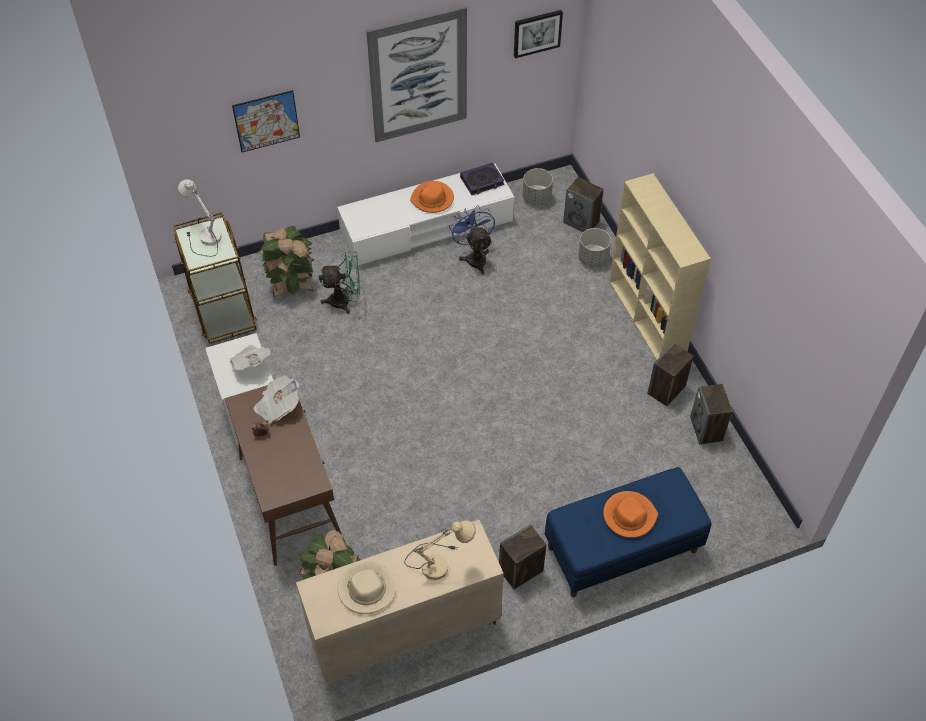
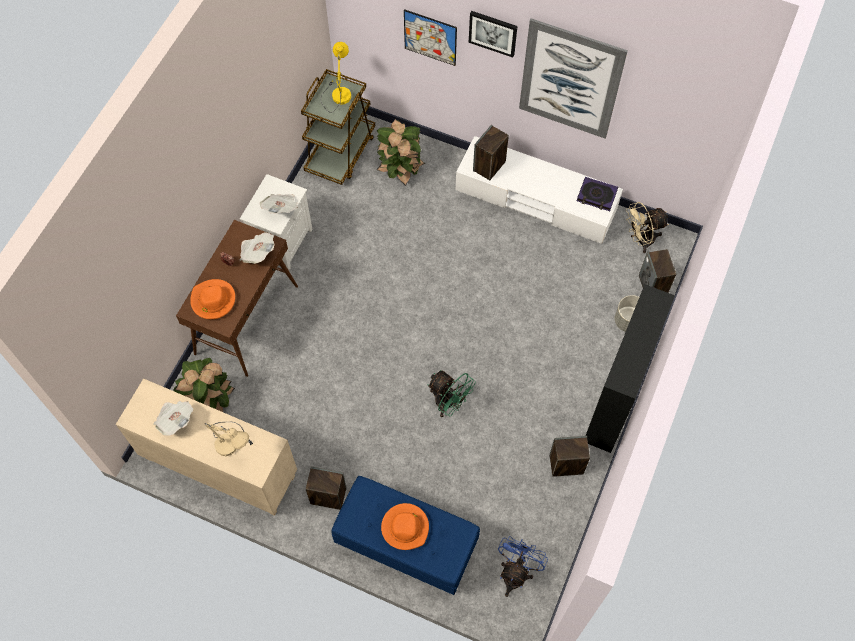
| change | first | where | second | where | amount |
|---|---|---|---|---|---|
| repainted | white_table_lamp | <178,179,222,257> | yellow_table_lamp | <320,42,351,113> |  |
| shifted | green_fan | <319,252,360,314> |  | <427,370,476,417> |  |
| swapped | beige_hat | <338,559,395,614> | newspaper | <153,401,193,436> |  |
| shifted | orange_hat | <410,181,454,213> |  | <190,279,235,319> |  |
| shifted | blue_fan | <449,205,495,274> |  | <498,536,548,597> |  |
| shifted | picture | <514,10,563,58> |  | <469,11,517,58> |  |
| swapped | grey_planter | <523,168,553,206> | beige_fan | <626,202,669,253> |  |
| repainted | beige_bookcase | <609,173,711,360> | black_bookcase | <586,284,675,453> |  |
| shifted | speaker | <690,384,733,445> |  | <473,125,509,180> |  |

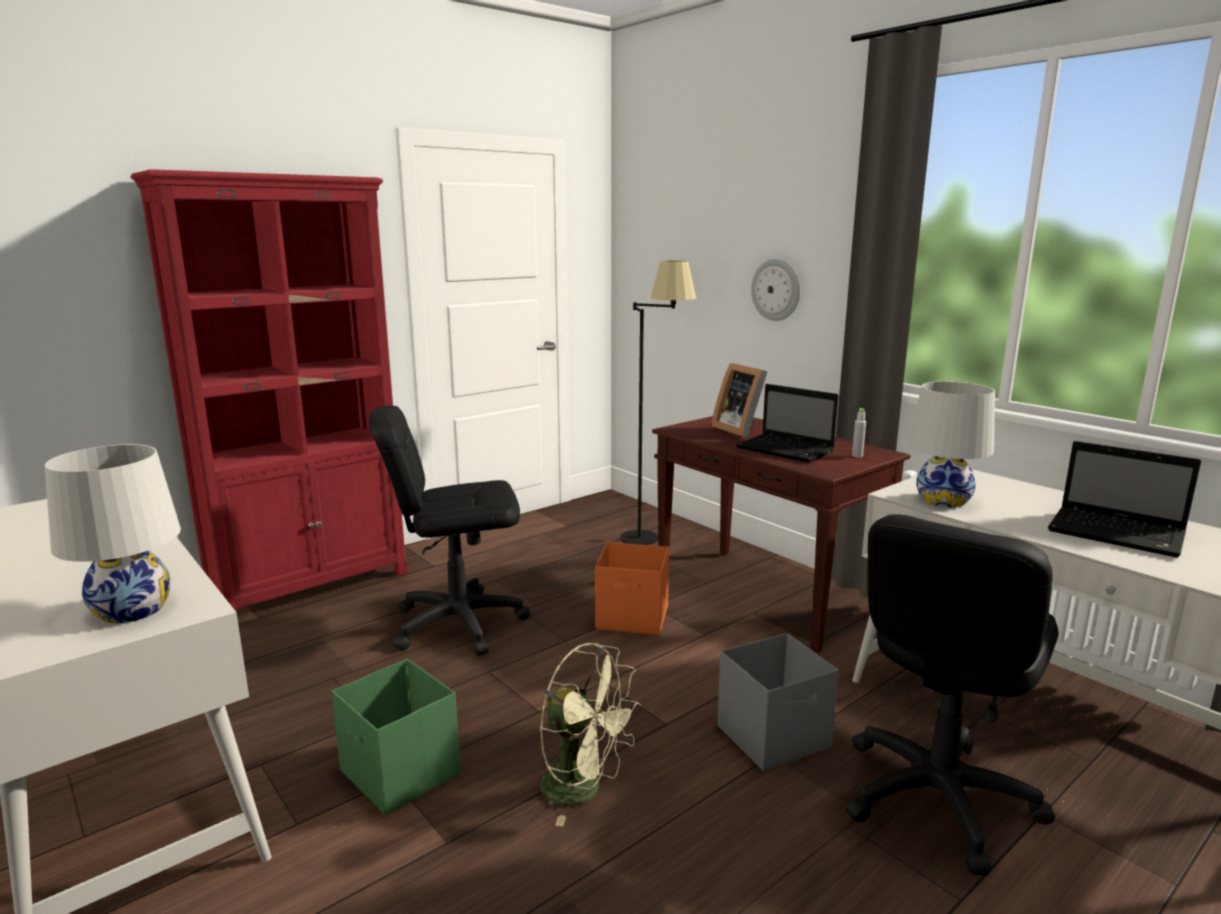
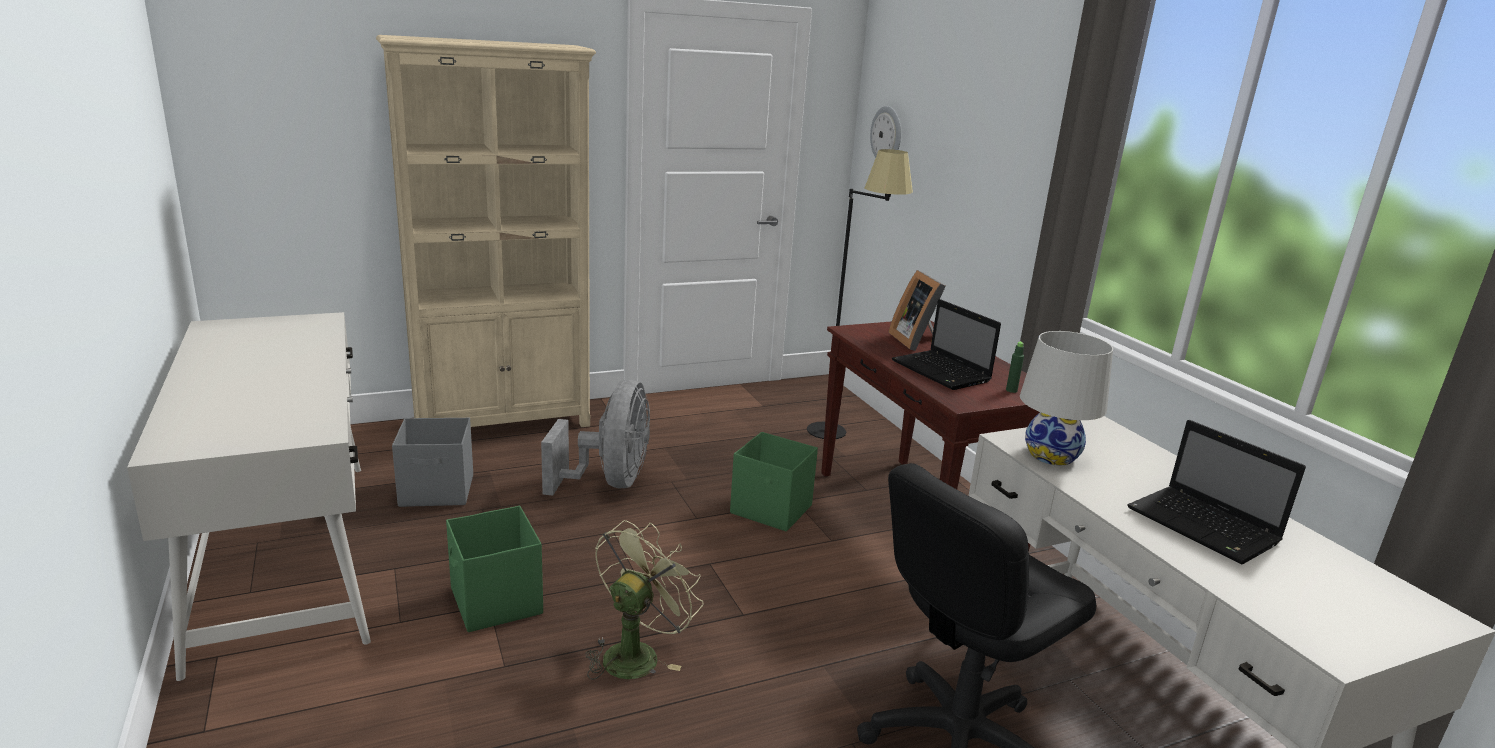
| change | first | where | second | where | amount |
|---|---|---|---|---|---|
| gone | white_table_lamp | <45,444,181,623> |  |  |  |
| repainted | red_bookcase | <131,169,408,611> | beige_bookcase | <376,35,596,427> |  |
| swapped | black_office_chair | <369,405,530,655> | grey_fan | <541,380,650,496> |  |
| rotated | green_fan | <540,643,641,826> |  | <586,520,704,680> | 105 degrees counterclockwise |
| repainted | orange_storage_box | <595,542,669,635> | green_storage_box | <730,432,818,532> |  |
| shifted | grey_storage_box | <717,633,839,771> |  | <392,418,473,507> |  |
| shifted | wall_clock | <751,259,800,321> |  | <870,106,901,158> |  |
| repainted | grey_bottle | <852,408,866,457> | green_bottle | <1006,341,1024,393> |  |

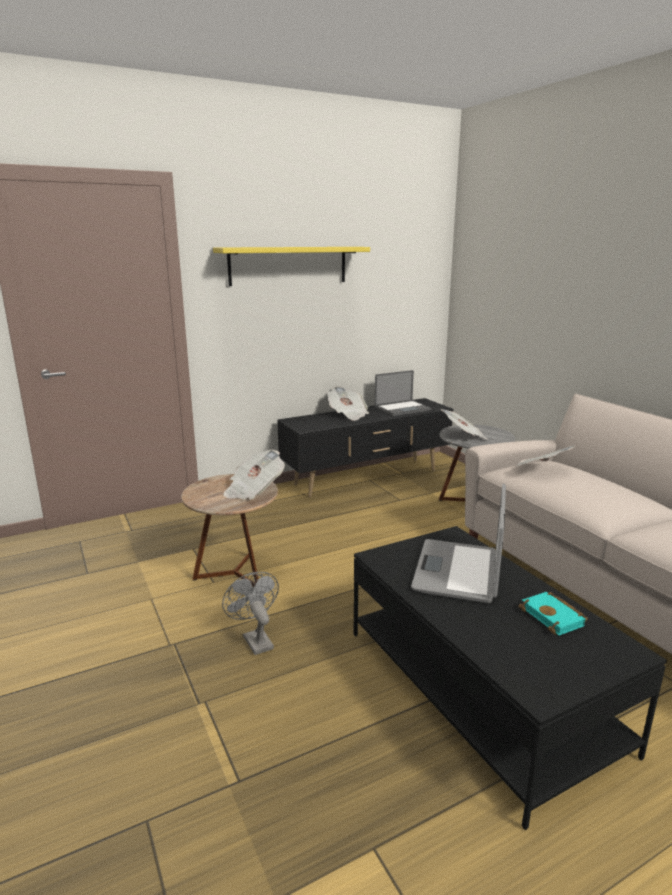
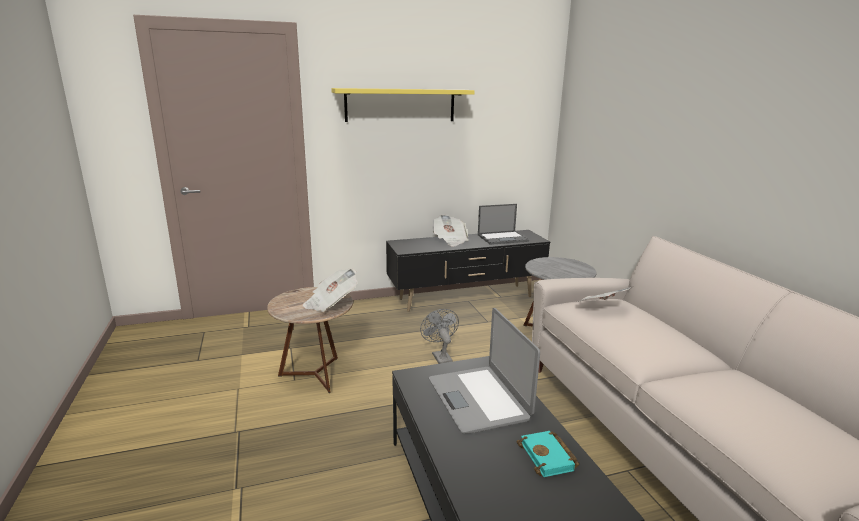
| change | first | where | second | where | amount |
|---|---|---|---|---|---|
| shifted | grey_fan | <222,572,279,655> |  | <420,309,459,364> |  |
| rotated | laptop | <411,483,506,603> |  | <429,308,540,434> | 45 degrees counterclockwise |
| gone | newspaper | <441,409,489,440> |  |  |  |

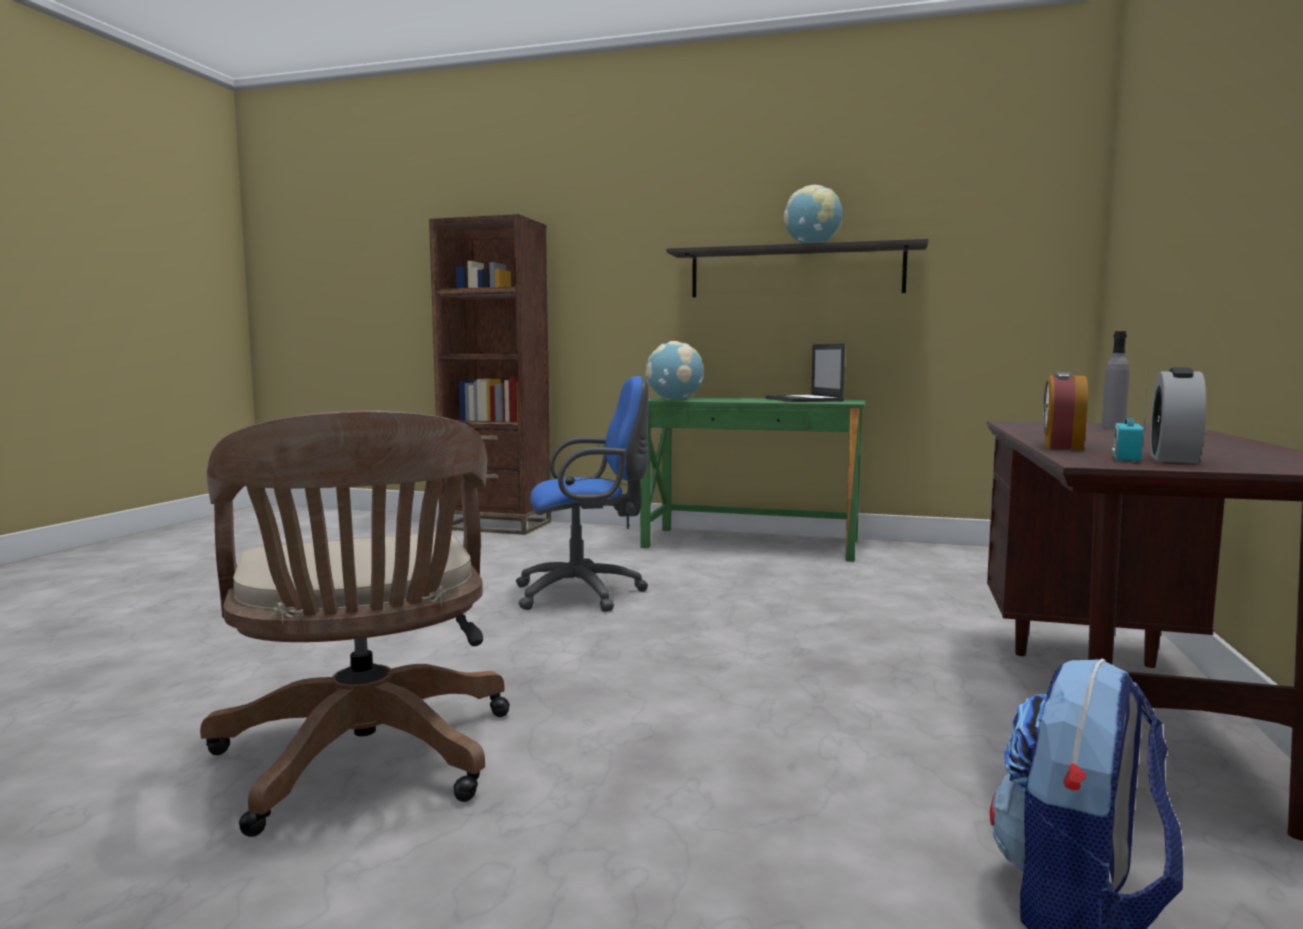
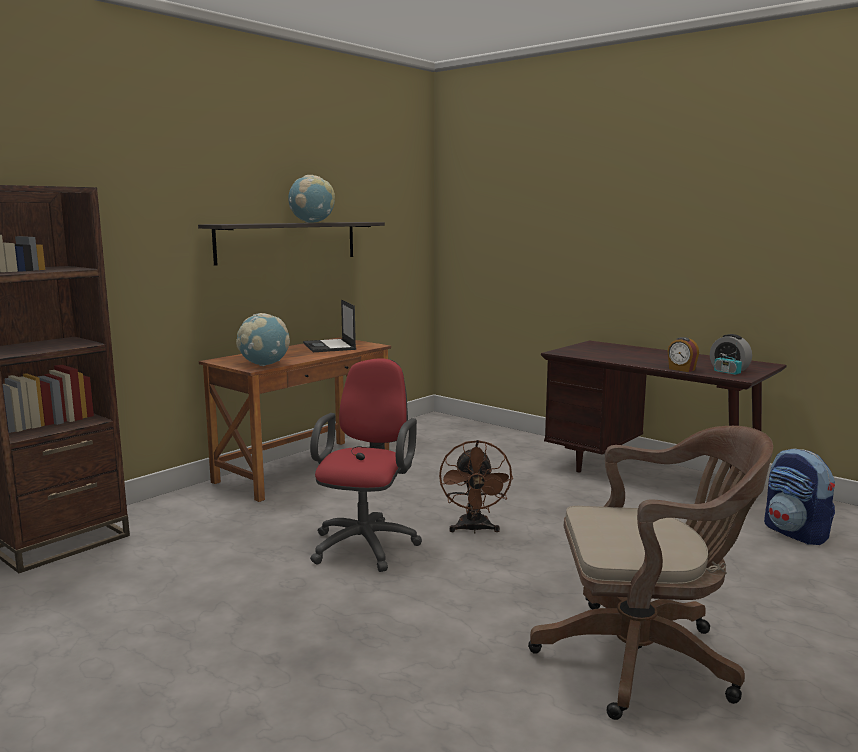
| change | first | where | second | where | amount |
|---|---|---|---|---|---|
| repainted | blue_office_chair | <516,376,649,612> | red_office_chair | <310,358,422,572> |  |
| repainted | green_desk | <640,396,866,562> | brown_desk | <199,337,391,502> |  |
| rotated | laptop | <765,344,845,402> |  | <303,300,356,352> | 60 degrees clockwise |
| gone | grey_bottle | <1101,331,1130,428> |  |  |  |
| new |  |  | brown_fan | <439,440,513,533> |  |

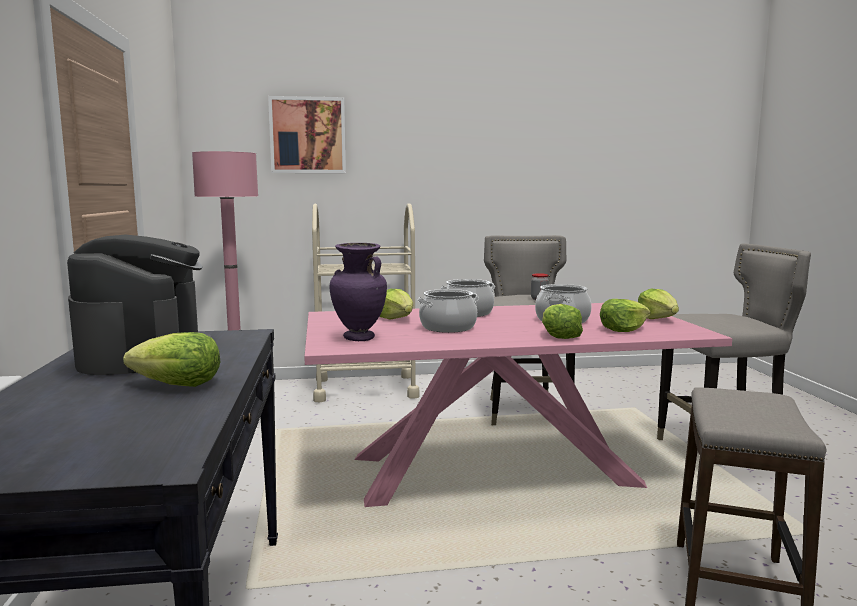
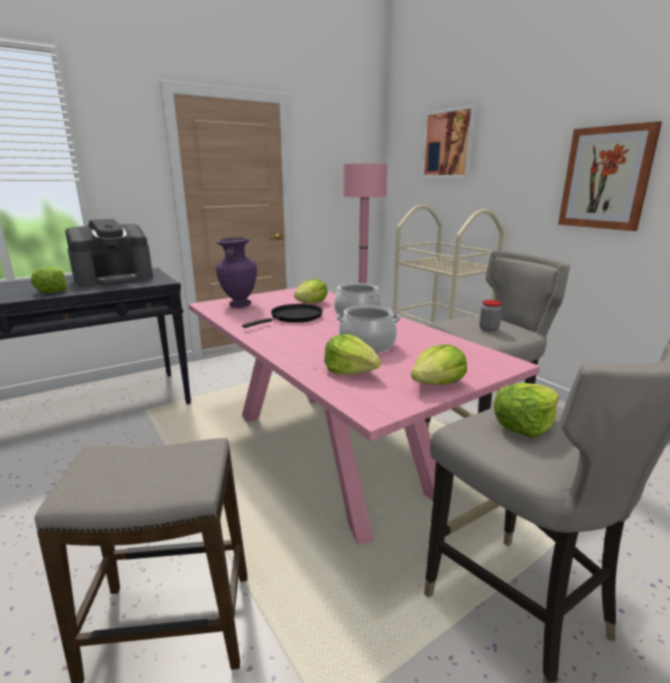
| change | first | where | second | where | amount |
|---|---|---|---|---|---|
| swapped | cooking_pot | <417,289,479,333> | black_frying_pan | <242,304,323,328> |  |
| shifted | lettuce | <542,304,583,339> |  | <493,383,559,438> |  |
| new |  |  | picture | <558,121,662,231> |  |

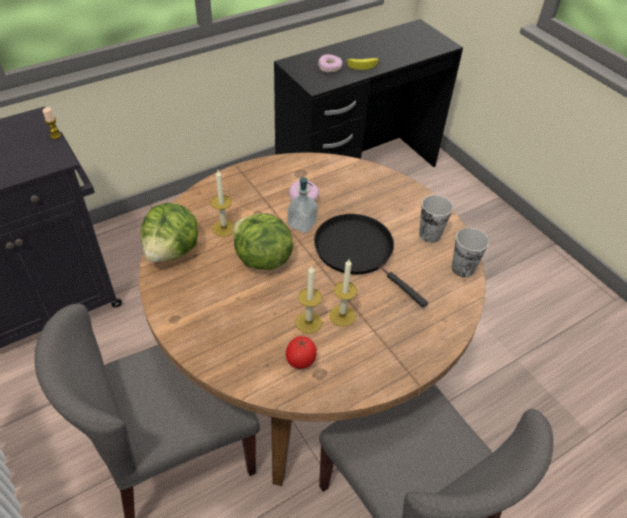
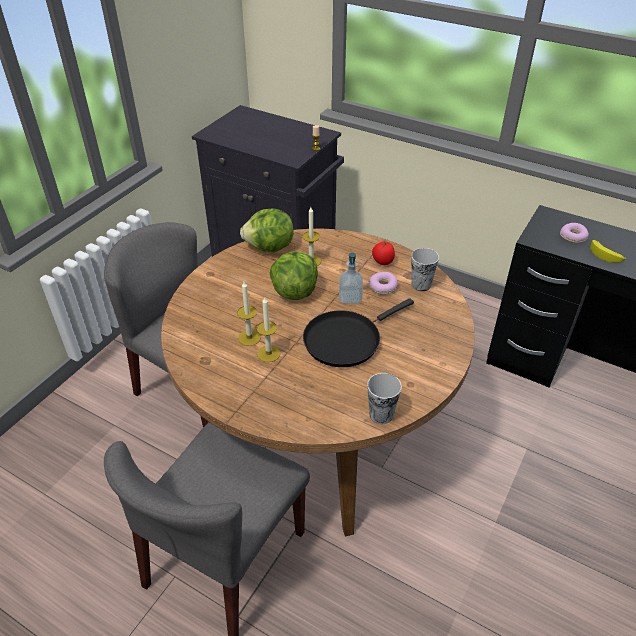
| change | first | where | second | where | amount |
|---|---|---|---|---|---|
| shifted | tomato | <286,336,317,369> |  | <372,241,395,265> |  |
| rotated | black_frying_pan | <314,214,428,307> |  | <303,298,414,367> | 150 degrees counterclockwise |
| shifted | cup | <419,195,453,243> |  | <411,248,439,291> |  |

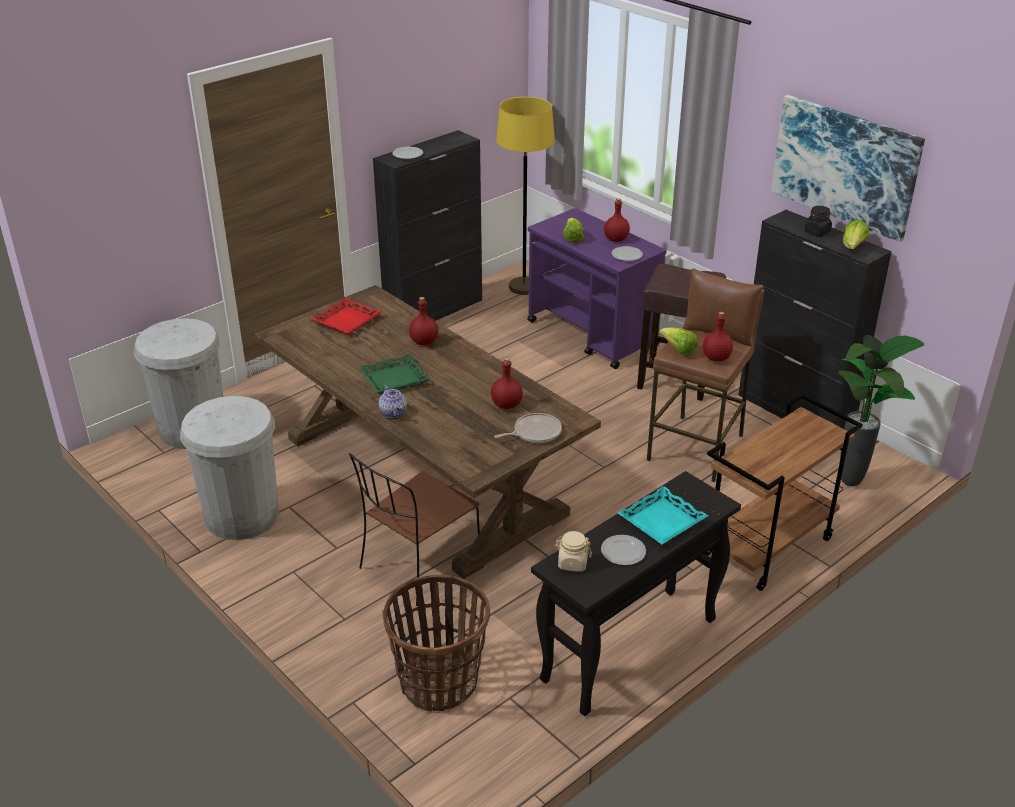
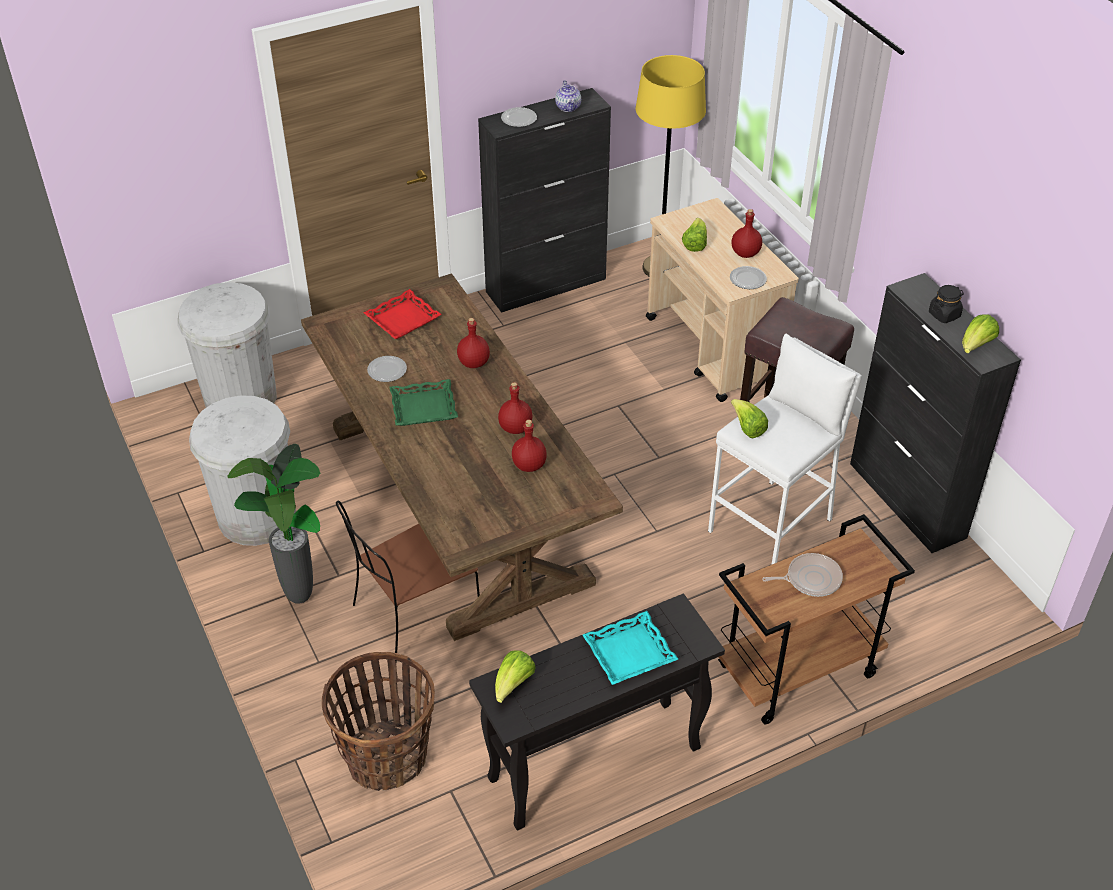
| change | first | where | second | where | amount |
|---|---|---|---|---|---|
| shifted | teapot | <379,385,407,418> |  | <555,80,581,112> |  |
| shifted | frying_pan | <494,413,562,443> |  | <762,553,843,597> |  |
| repainted | purple_cart | <527,208,667,369> | beige_cart | <646,198,799,402> |  |
| swapped | beige_jar | <555,531,592,572> | lettuce | <495,650,536,703> |  |
| shifted | plate | <601,535,646,565> |  | <367,356,407,382> |  |
| repainted | brown_stool | <647,268,764,482> | white_stool | <708,334,862,565> |  |
| shifted | red_bottle | <703,312,733,361> |  | <498,382,532,434> |  |
| gone | picture | <771,95,925,242> |  |  |  |
| shifted | potted_plant | <838,335,924,486> |  | <228,444,320,604> |  |

